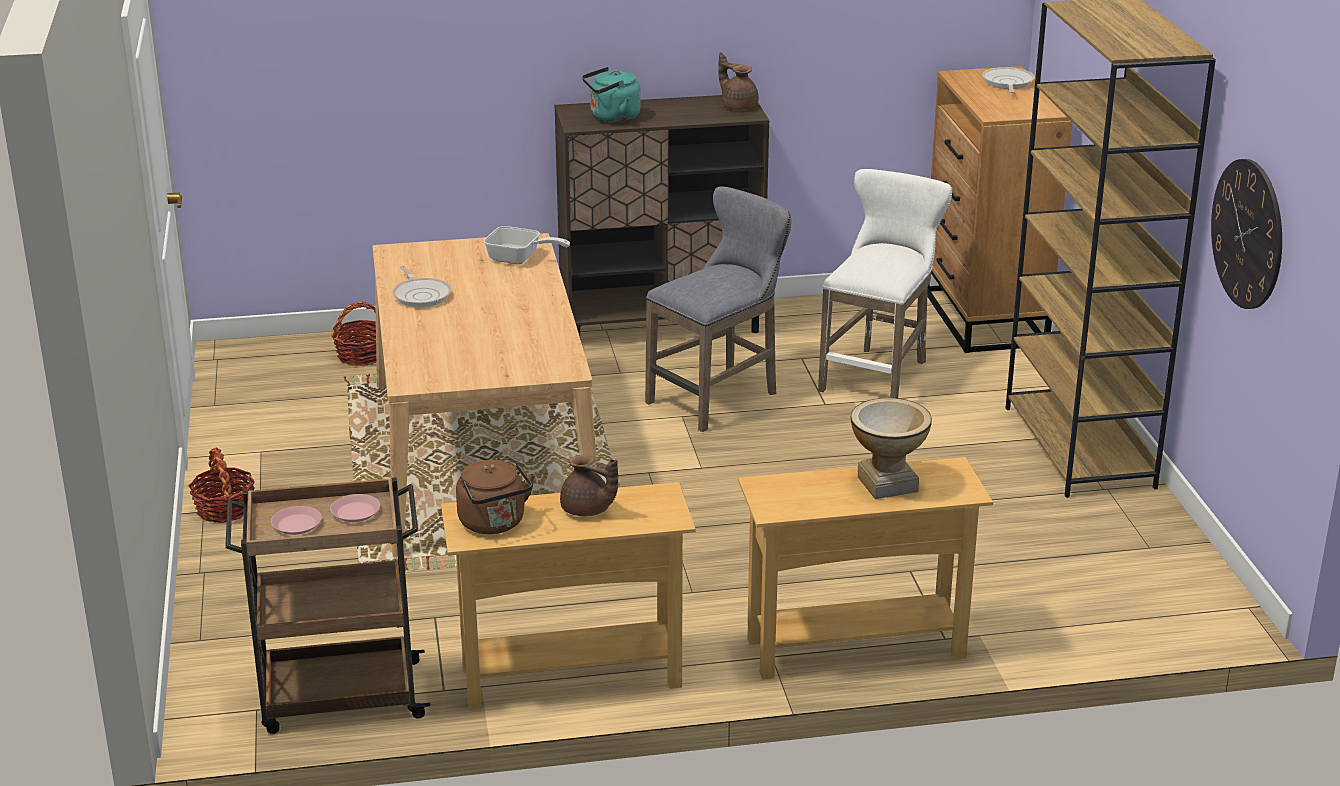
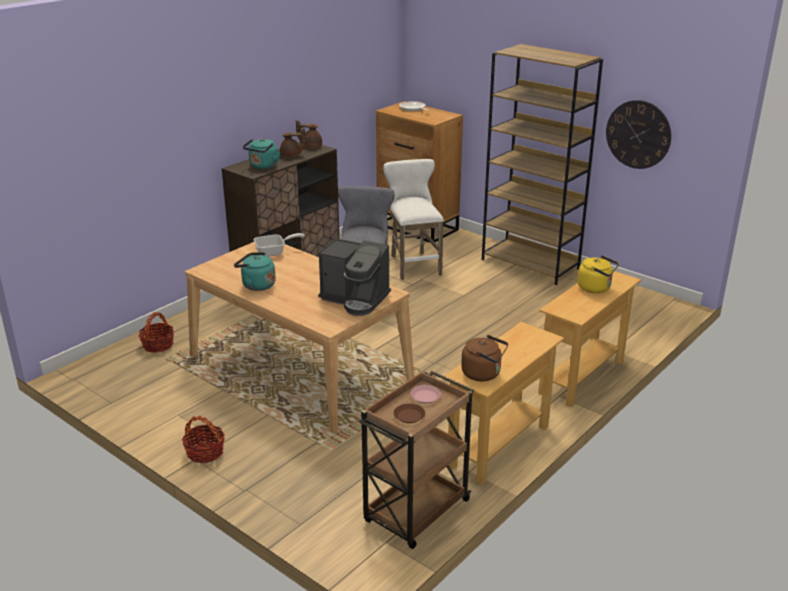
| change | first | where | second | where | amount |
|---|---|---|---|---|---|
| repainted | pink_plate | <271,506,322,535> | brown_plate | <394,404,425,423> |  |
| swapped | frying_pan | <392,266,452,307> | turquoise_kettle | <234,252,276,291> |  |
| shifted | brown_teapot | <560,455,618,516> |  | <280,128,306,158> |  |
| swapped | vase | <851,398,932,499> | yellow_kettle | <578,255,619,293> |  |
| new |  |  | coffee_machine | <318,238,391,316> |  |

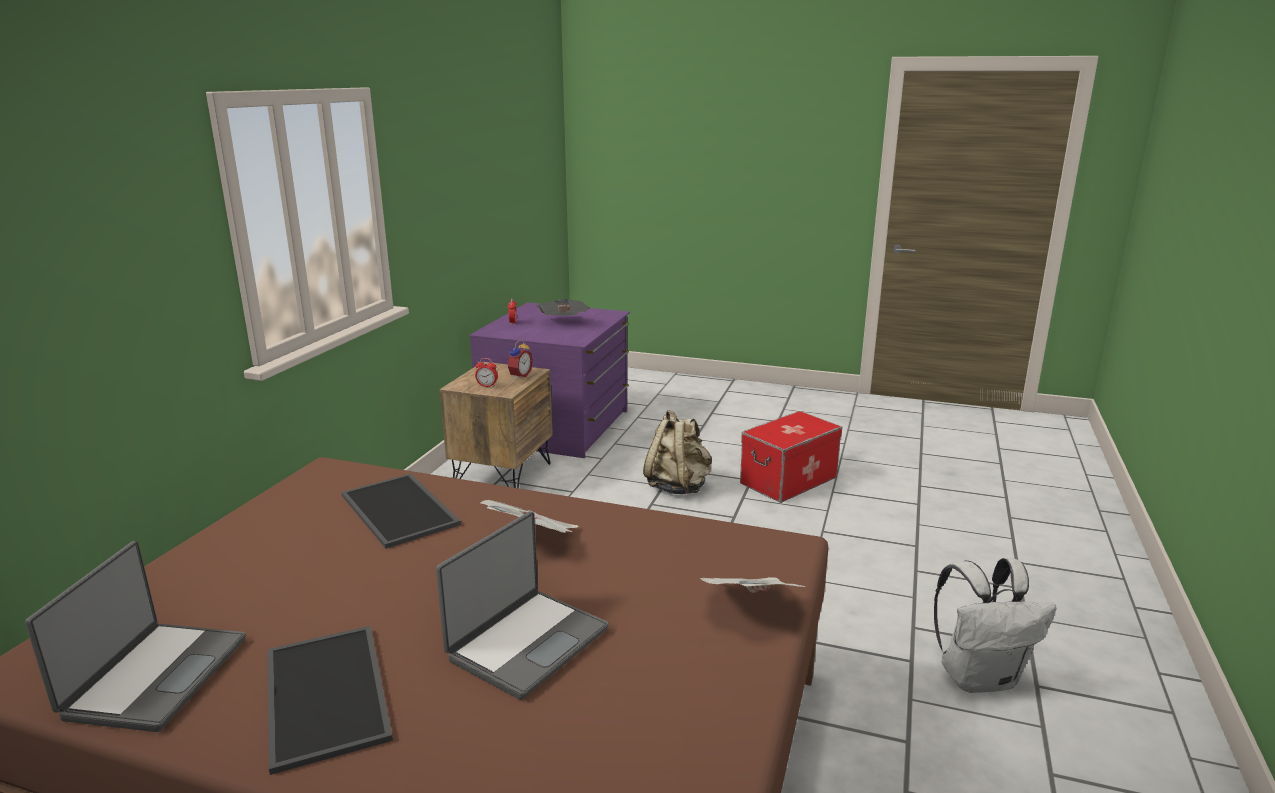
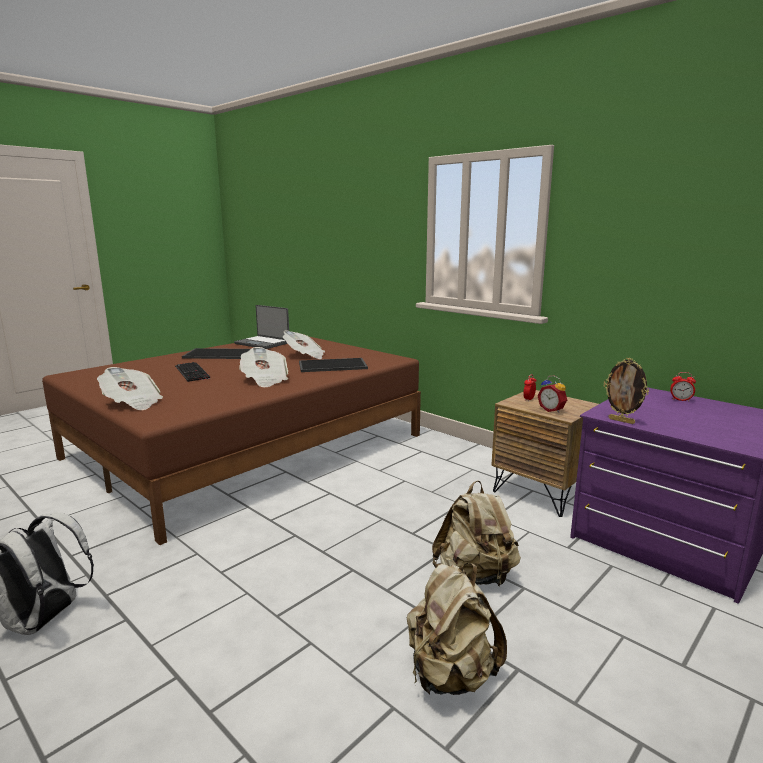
| change | first | where | second | where | amount |
|---|---|---|---|---|---|
| swapped | laptop | <436,511,609,700> | keyboard | <175,362,211,382> |  |
| shifted | newspaper | <536,299,589,316> |  | <283,330,325,359> |  |
| swapped | storage_box | <740,411,842,503> | beige_backpack | <407,563,507,695> |  |
| new |  |  | picture_frame | <604,358,649,424> |  |

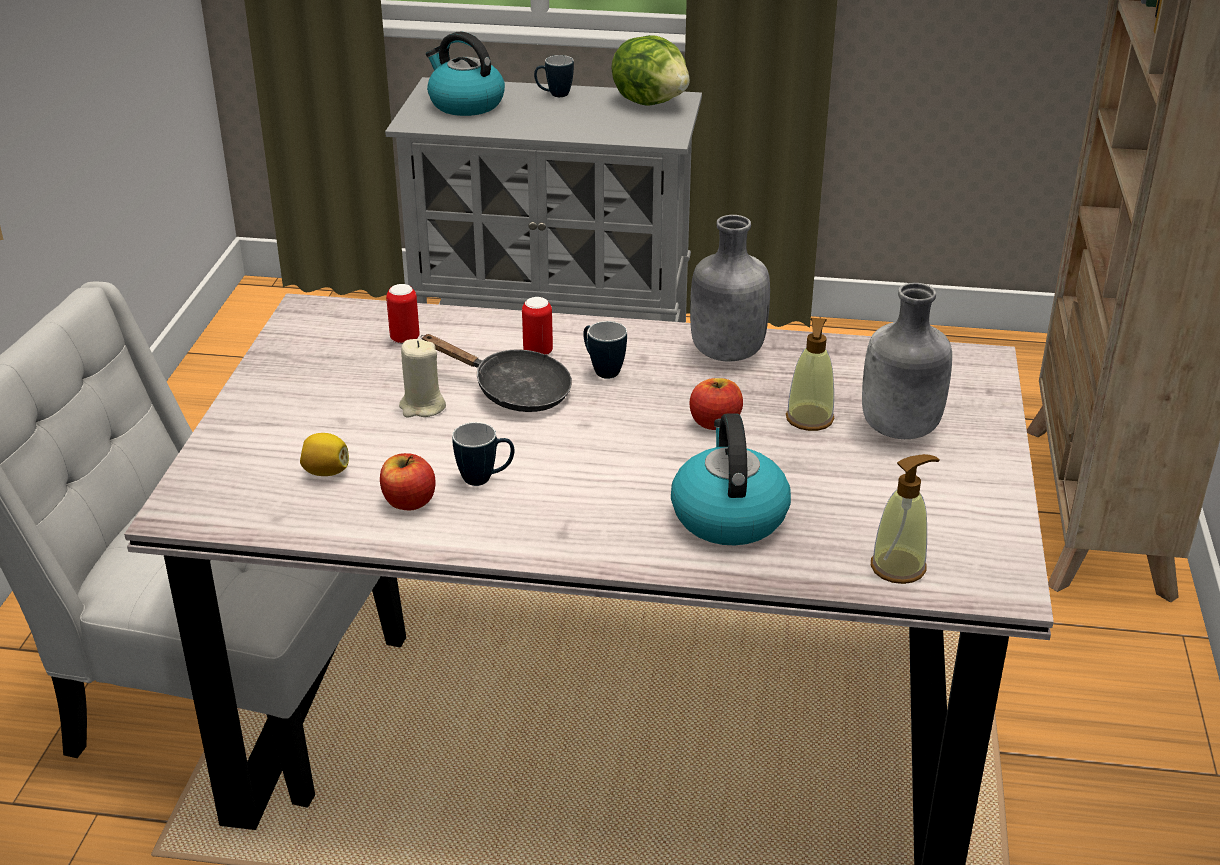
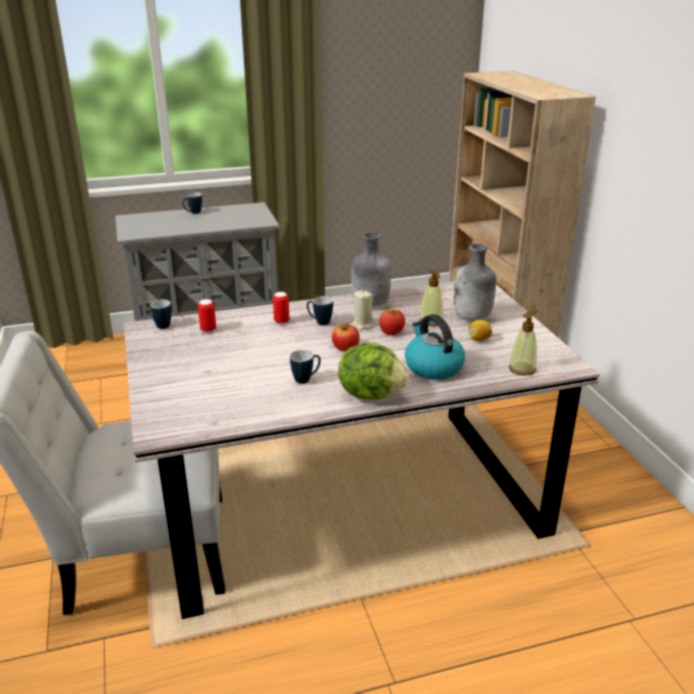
| change | first | where | second | where | amount |
|---|---|---|---|---|---|
| shifted | lemon | <300,433,349,476> |  | <469,320,492,341> |  |
| shifted | apple | <380,453,436,510> |  | <332,323,360,351> |  |
| shifted | beige_candle | <399,339,446,418> |  | <352,290,375,330> |  |
| gone | black_frying_pan | <421,334,572,412> |  |  |  |
| gone | kettle | <426,32,505,116> |  |  |  |
| shifted | lettuce | <611,35,690,106> |  | <338,343,409,400> |  |
| new |  |  | mug | <150,299,171,329> |  |

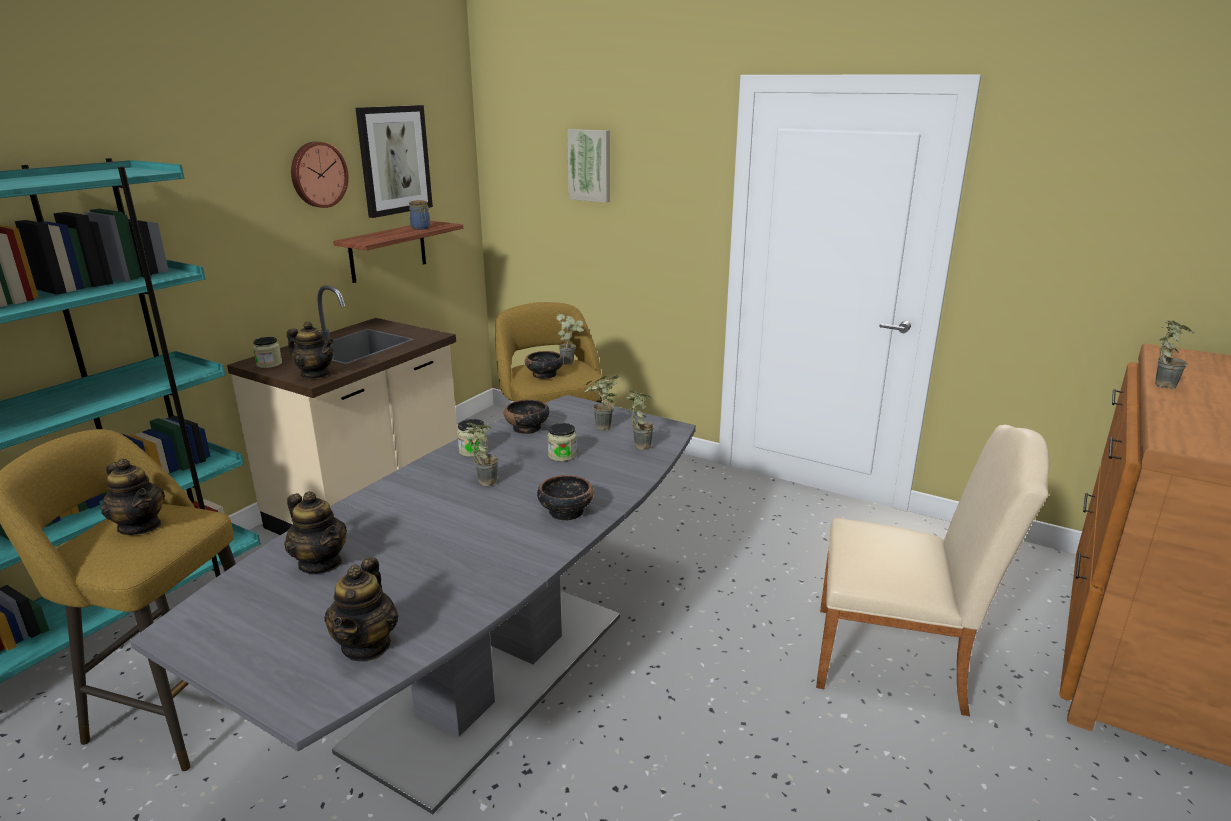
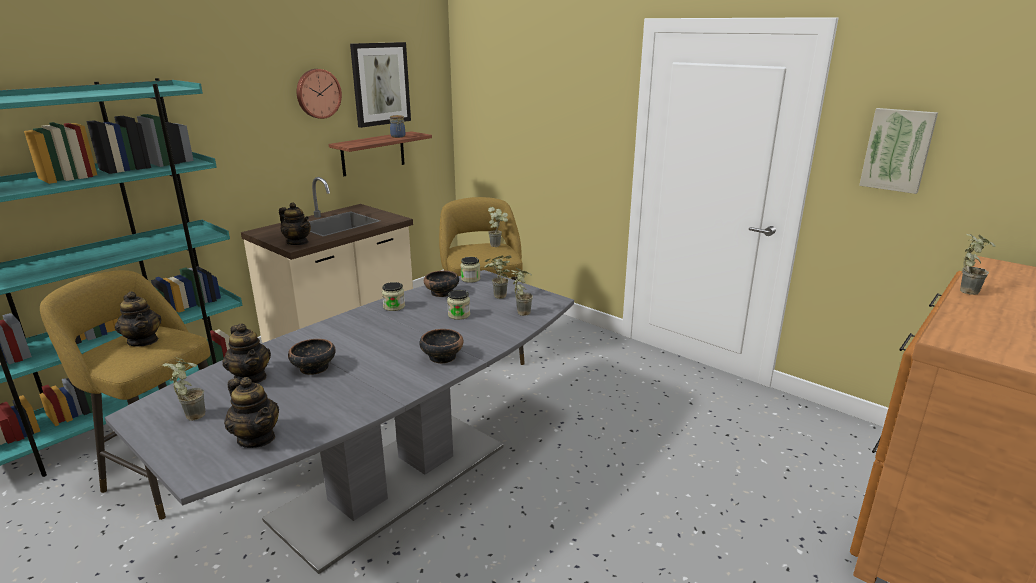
| change | first | where | second | where | amount |
|---|---|---|---|---|---|
| shifted | jar | <253,337,282,368> |  | <460,257,480,283> |  |
| rotated | teapot | <324,557,398,662> |  | <224,377,279,448> | 60 degrees counterclockwise |
| shifted | potted_plant | <464,423,499,486> |  | <163,357,205,421> |  |
| shifted | bowl | <525,351,564,379> |  | <288,339,336,375> |  |
| shifted | picture | <567,129,610,203> |  | <859,108,938,194> |  |
| gone | beige_chair | <816,425,1049,716> |  |  |  |

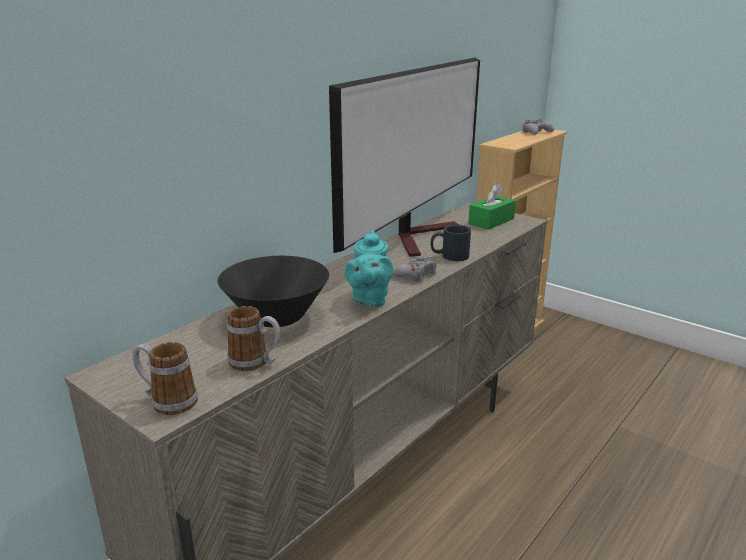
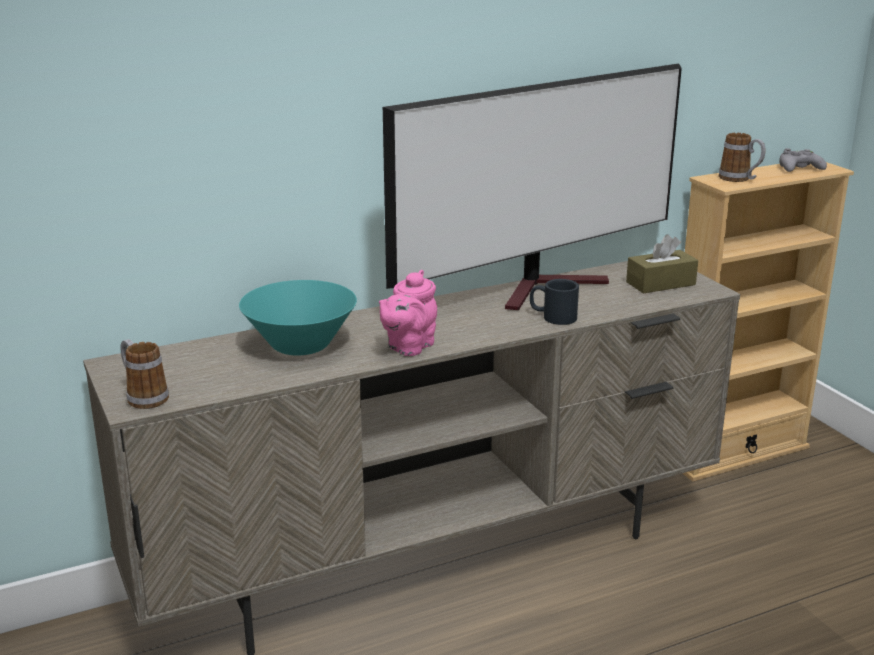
| change | first | where | second | where | amount |
|---|---|---|---|---|---|
| repainted | black_bowl | <218,256,329,327> | turquoise_bowl | <239,280,357,355> |  |
| shifted | mug | <227,306,281,371> |  | <719,133,766,182> |  |
| repainted | turquoise_teapot | <345,230,393,307> | pink_teapot | <379,270,437,356> |  |
| gone | grey_game_controller | <393,255,437,282> |  |  |  |
| repainted | green_tissue_box | <468,183,516,230> | brown_tissue_box | <626,234,698,293> |  |

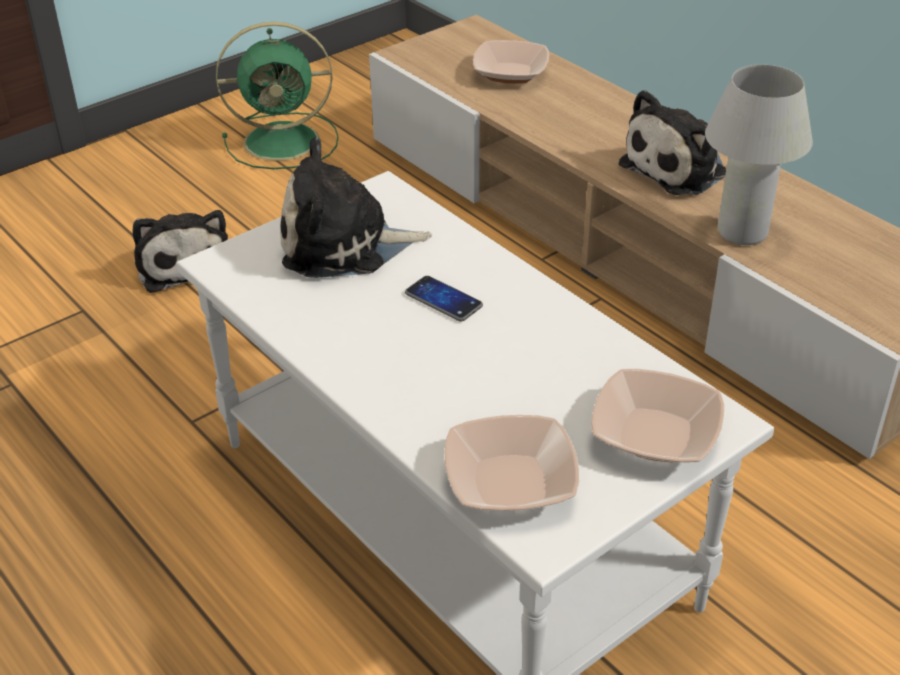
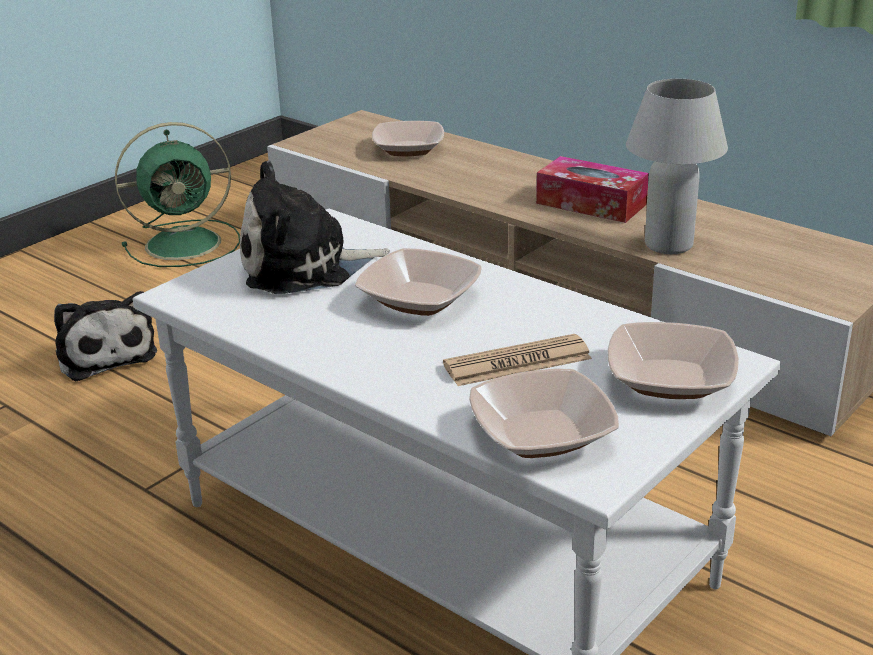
| change | first | where | second | where | amount |
|---|---|---|---|---|---|
| swapped | phone | <405,276,483,321> | bowl | <355,248,482,316> |  |
| swapped | plush_toy | <618,90,726,195> | tissue_box | <536,156,649,223> |  |
| new |  |  | newspaper | <443,334,592,386> |  |

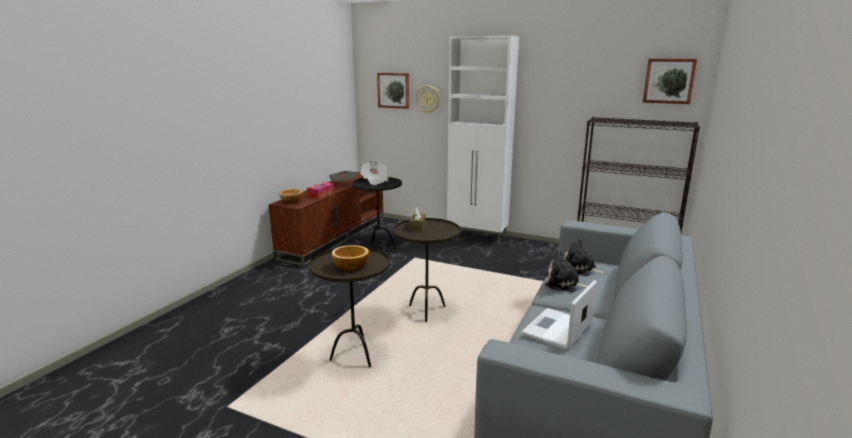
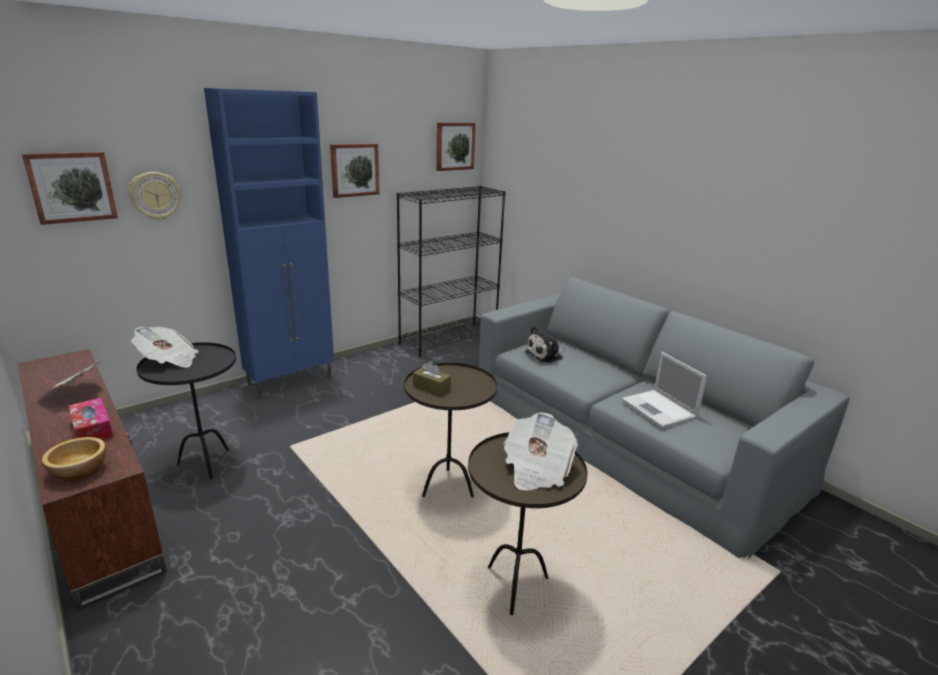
| change | first | where | second | where | amount |
|---|---|---|---|---|---|
| swapped | bowl | <332,245,369,271> | newspaper | <503,412,578,490> |  |
| repainted | white_cabinet | <447,35,519,244> | blue_cabinet | <204,88,334,398> |  |
| gone | plush_toy | <545,252,588,293> |  |  |  |
| new |  |  | picture | <330,143,379,198> |  |

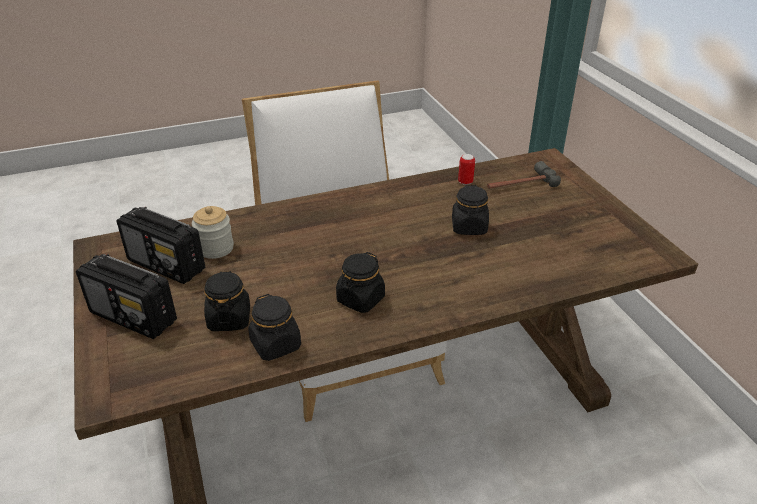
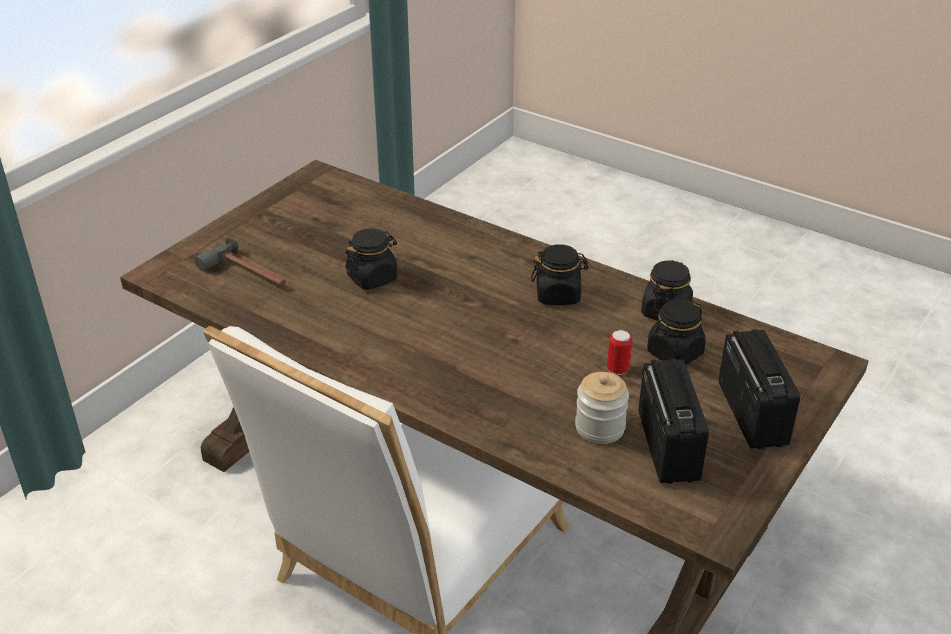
| change | first | where | second | where | amount |
|---|---|---|---|---|---|
| shifted | can | <458,154,475,185> |  | <607,330,632,375> |  |

